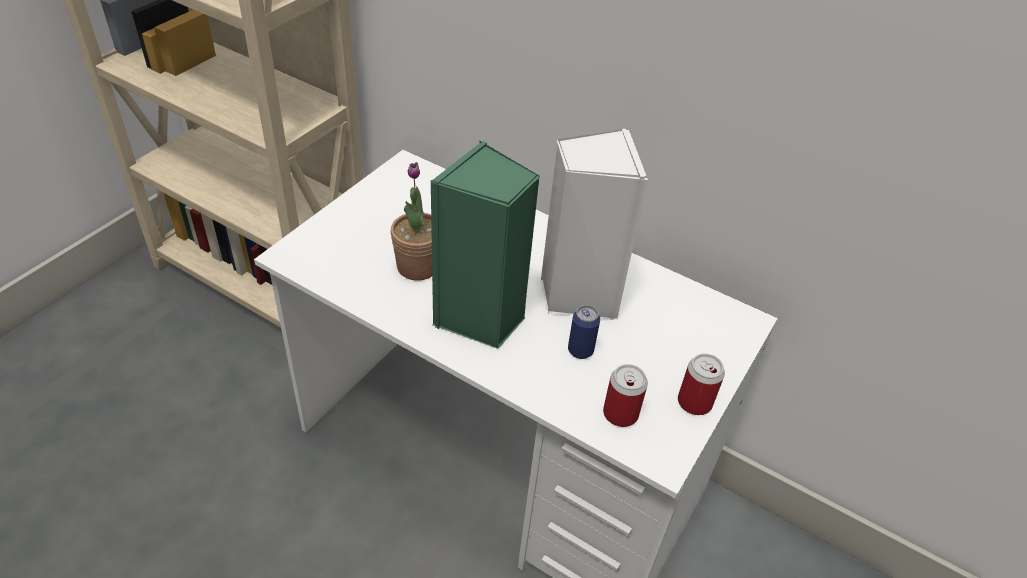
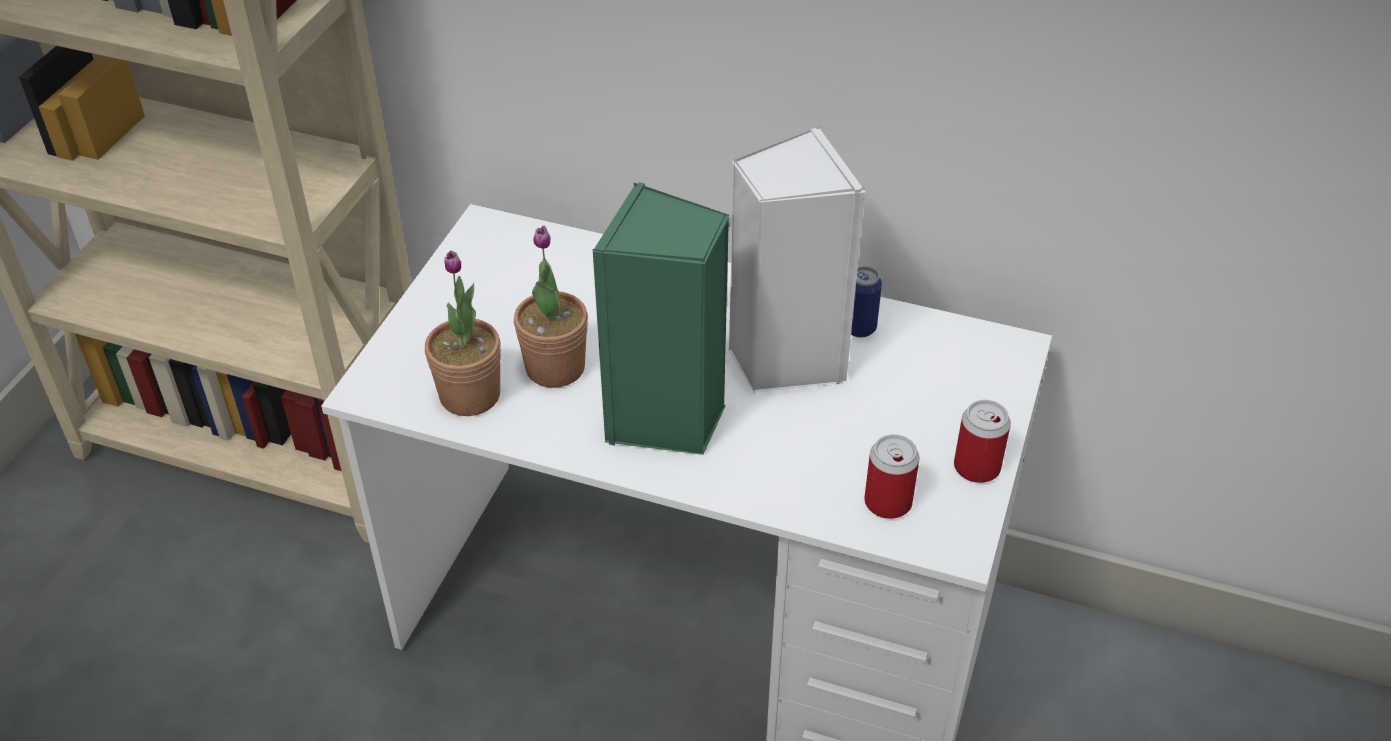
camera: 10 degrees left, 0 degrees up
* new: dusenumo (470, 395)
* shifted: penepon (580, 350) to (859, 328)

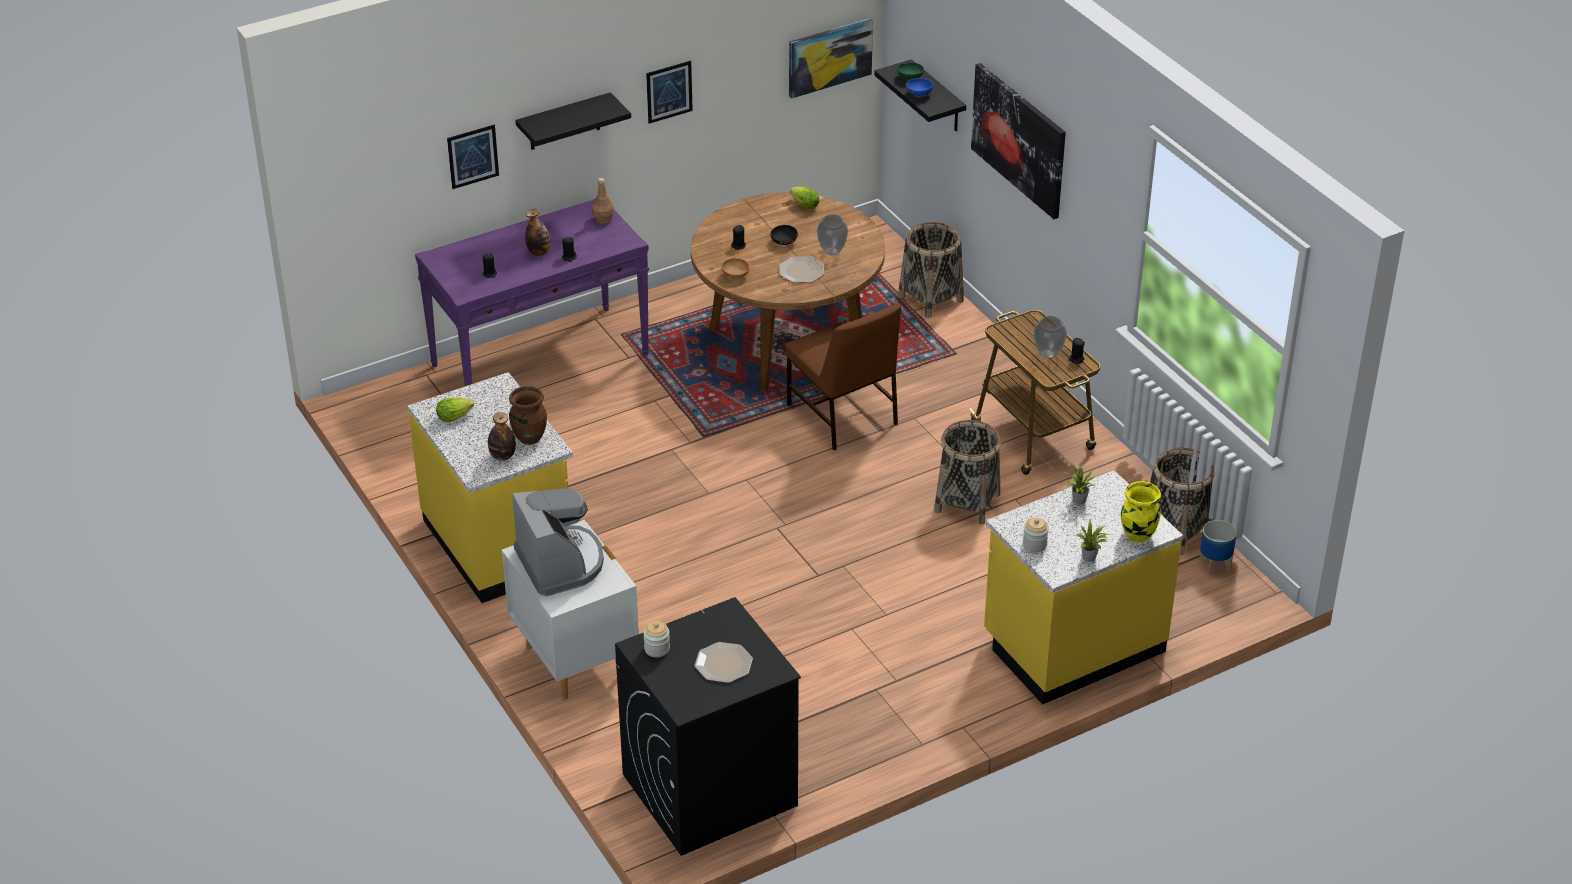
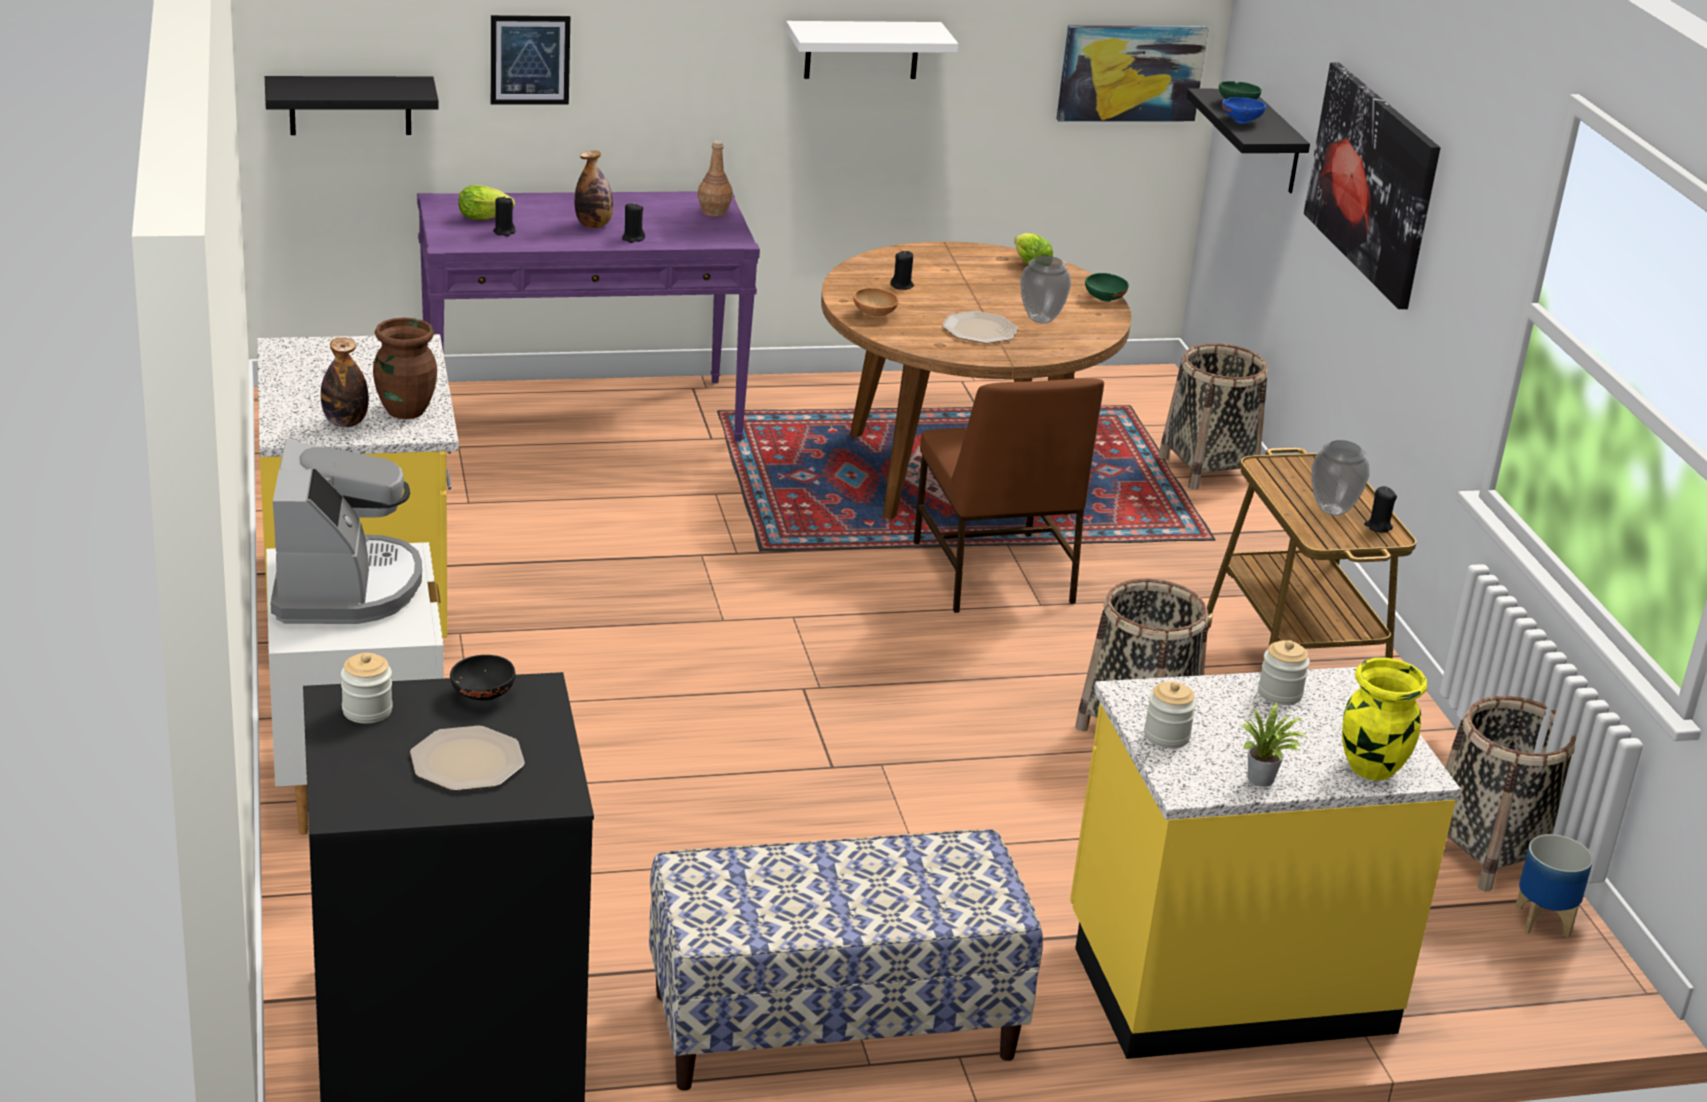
camera: 15 degrees right, 10 degrees down
* shifted: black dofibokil (564, 122) to (350, 105)
* shifted: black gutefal (783, 242) to (481, 695)
* shifted: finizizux (456, 416) to (487, 218)
* new: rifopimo (833, 1026)
* swapped: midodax (669, 91) to white dofibokil (862, 49)
* new: green gutefal (1104, 300)
* swapped: dusenumo (1078, 501) to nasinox (1280, 693)

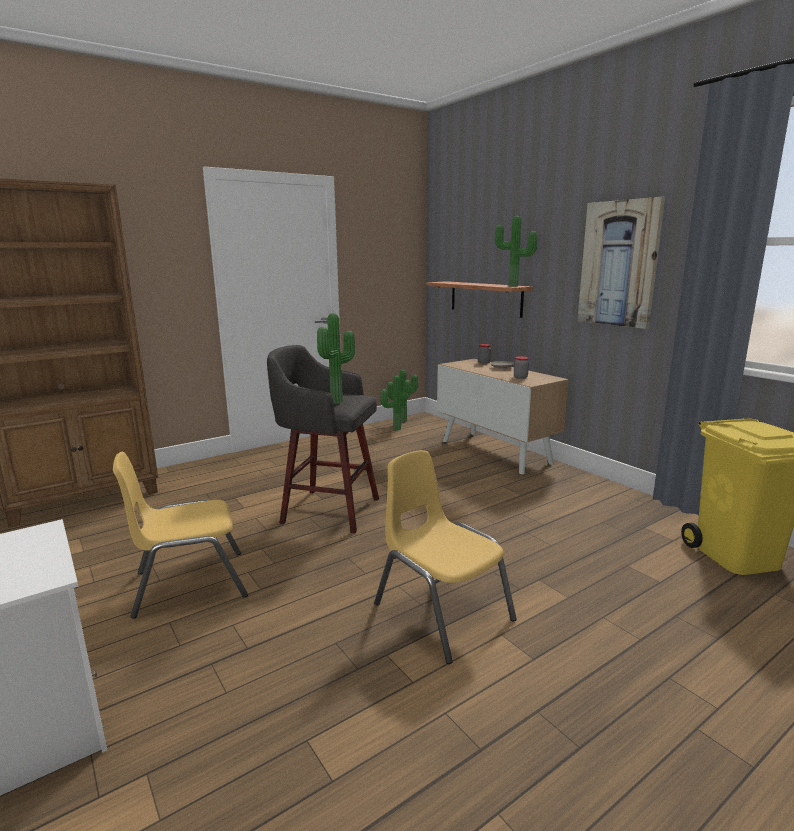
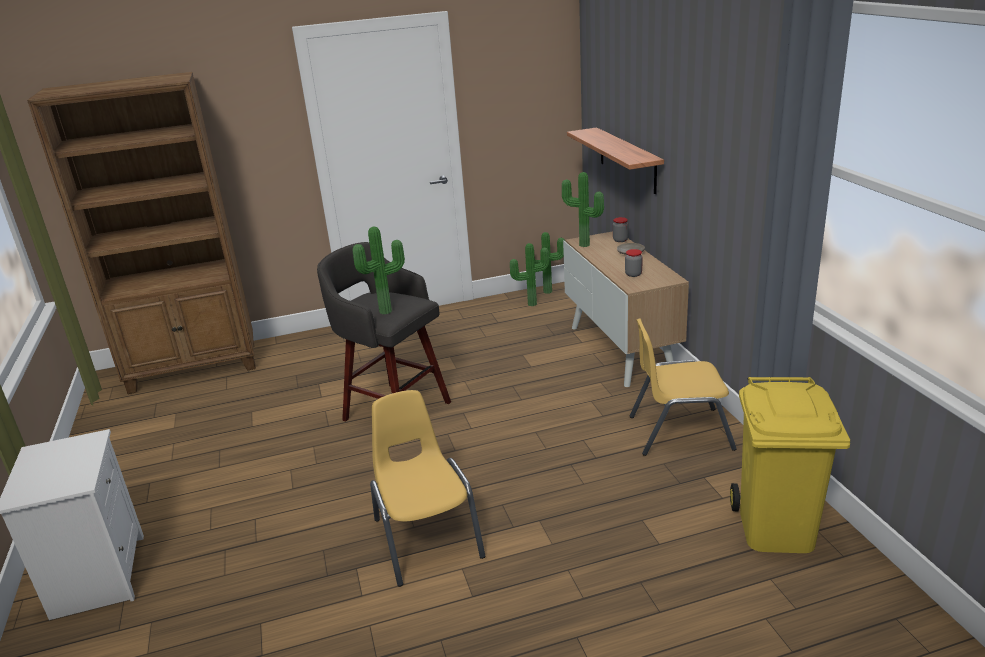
camera: 20 degrees right, 10 degrees up
* shifted: dusenumo (513, 286) to (583, 245)
* shifted: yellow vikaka (190, 584) to (679, 432)
* gone: midodax (619, 264)

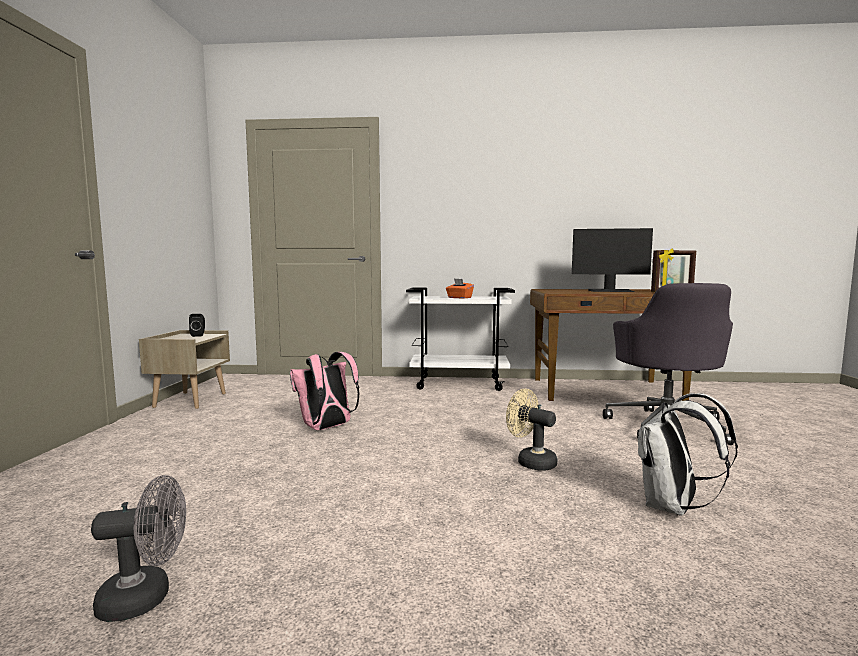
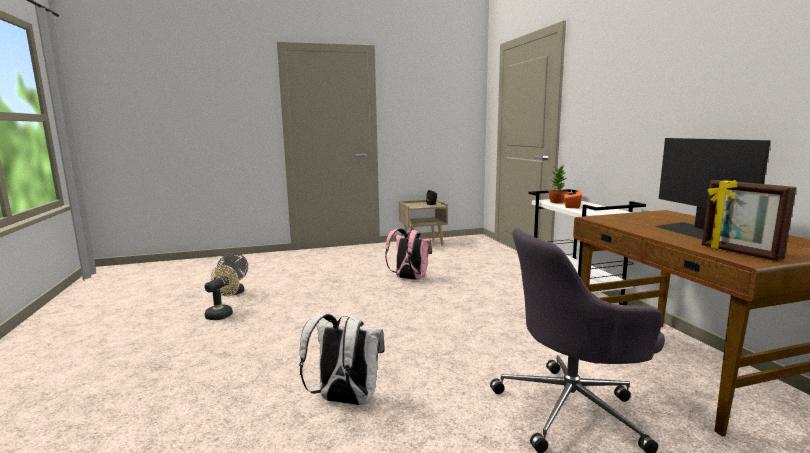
camera: 70 degrees right, 5 degrees up
* shifted: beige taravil (531, 461) to (222, 313)
* new: dusenumo (557, 202)

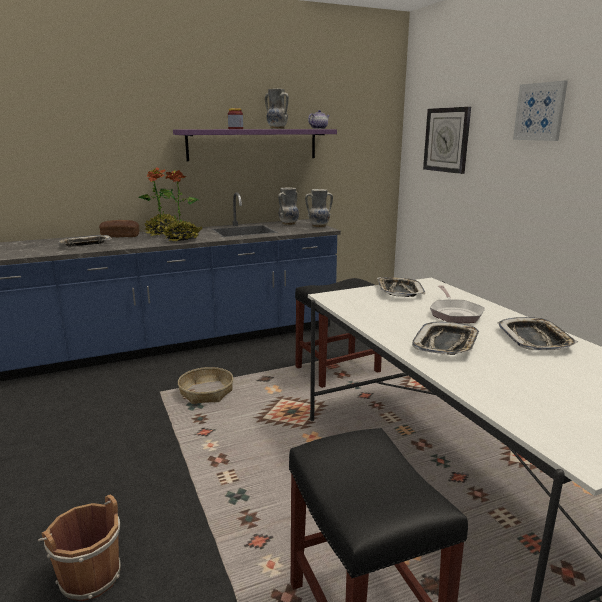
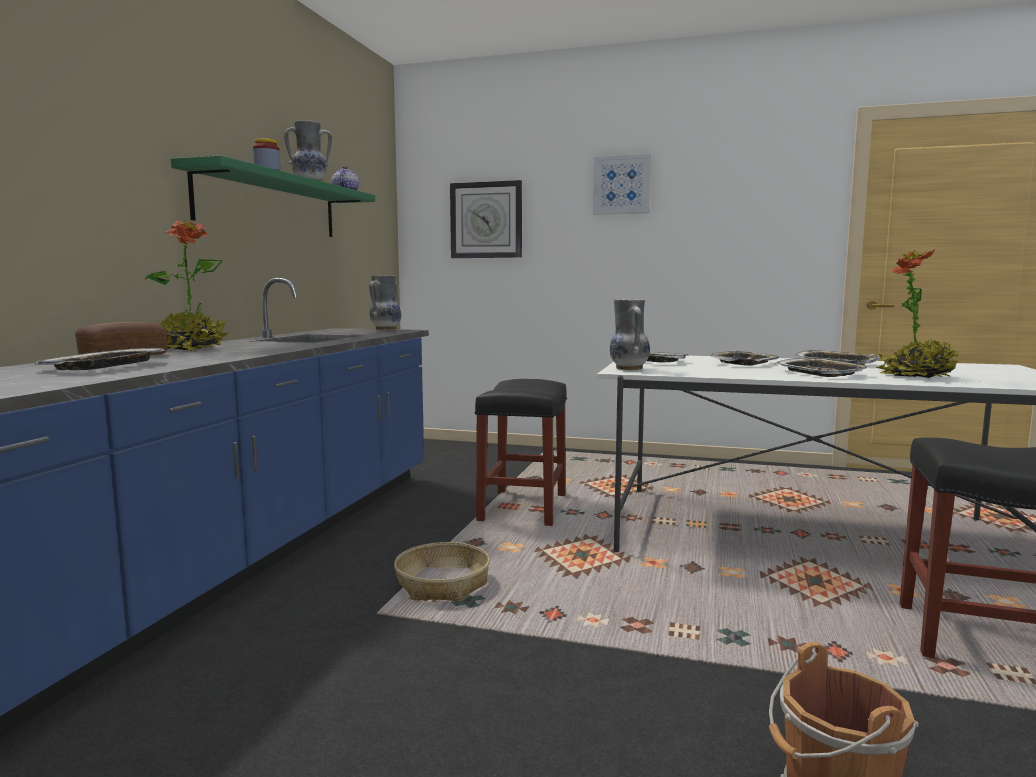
camera: 50 degrees left, 10 degrees down
* repainted: purple dofibokil (253, 144) to green dofibokil (270, 205)
* shifted: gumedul (288, 224) to (628, 369)
* swapped: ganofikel (454, 313) to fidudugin (743, 363)
* shifted: dusenumo (182, 240) to (916, 376)

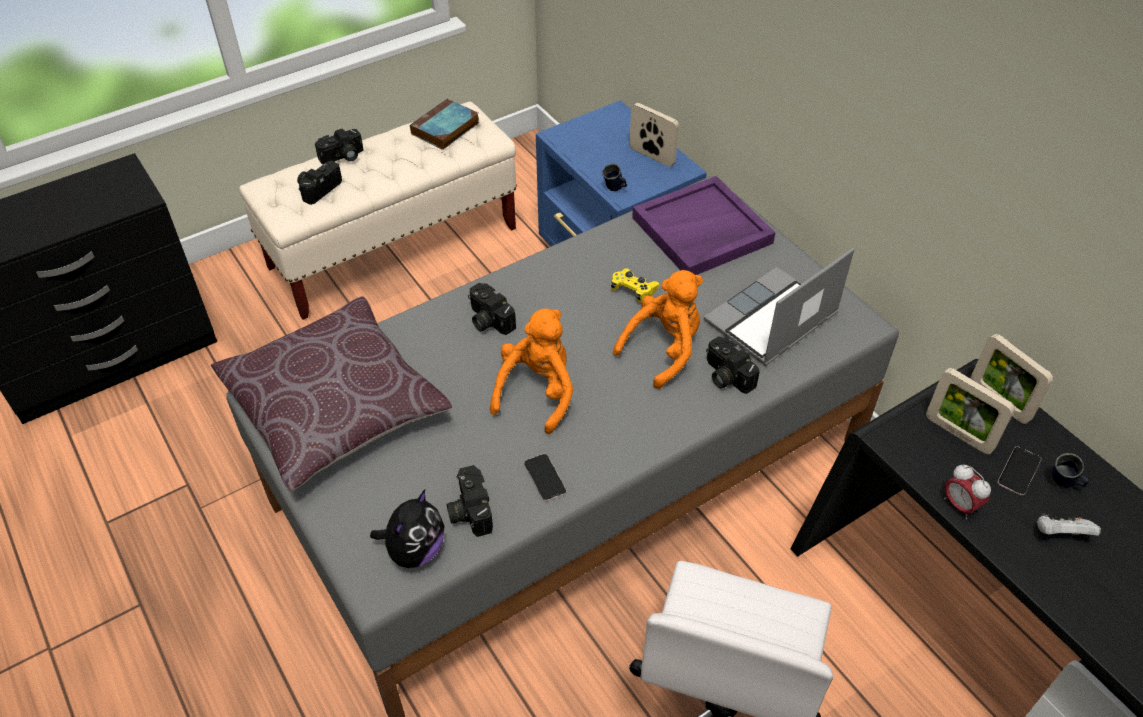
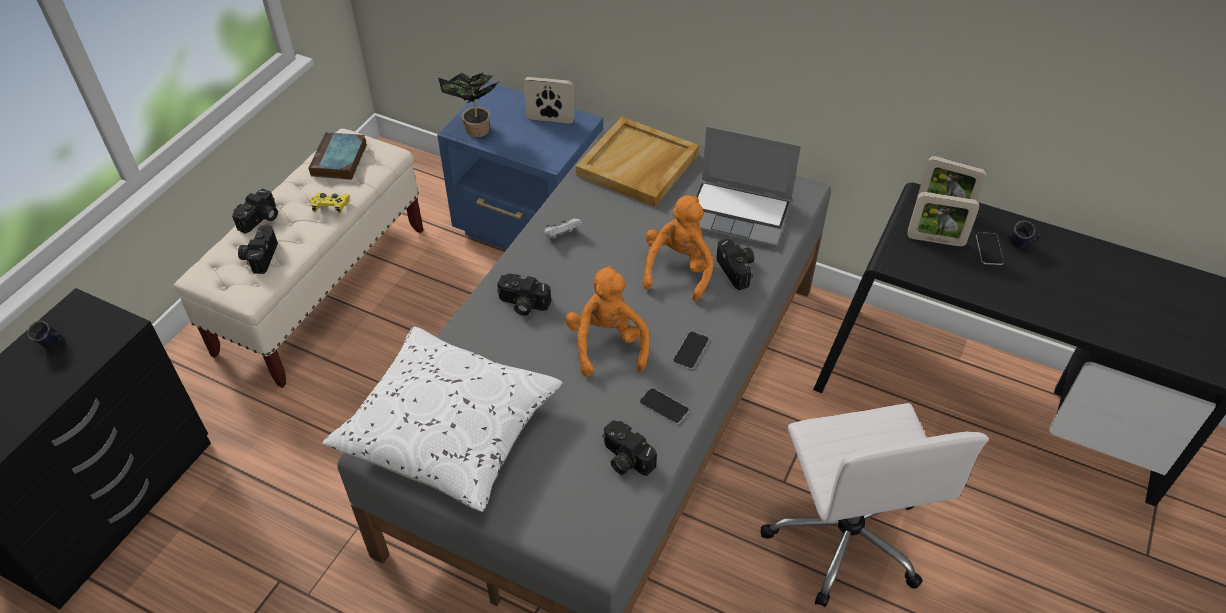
camera: 30 degrees left, 0 degrees up
* shifted: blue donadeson (615, 189) to (54, 345)
* shifted: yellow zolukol (633, 290) to (331, 207)
* repainted: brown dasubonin (334, 407) to white dasubonin (449, 431)
* new: dusenumo (474, 131)
* shifted: white zolukol (1059, 534) to (562, 235)
* repainted: purple fidudugin (701, 231) to beige fidudugin (638, 165)
* new: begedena (691, 350)
* rotated: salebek (771, 320) = (739, 214) 90 degrees counterclockwise
* rotated: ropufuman (725, 376) = (738, 270) 135 degrees counterclockwise
* gone: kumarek (415, 550)
* gone: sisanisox (959, 505)

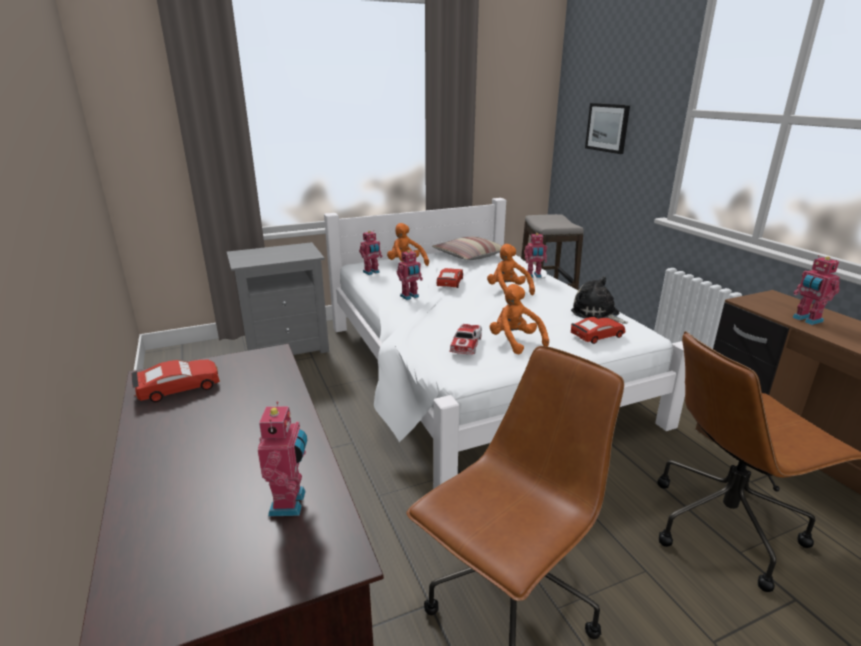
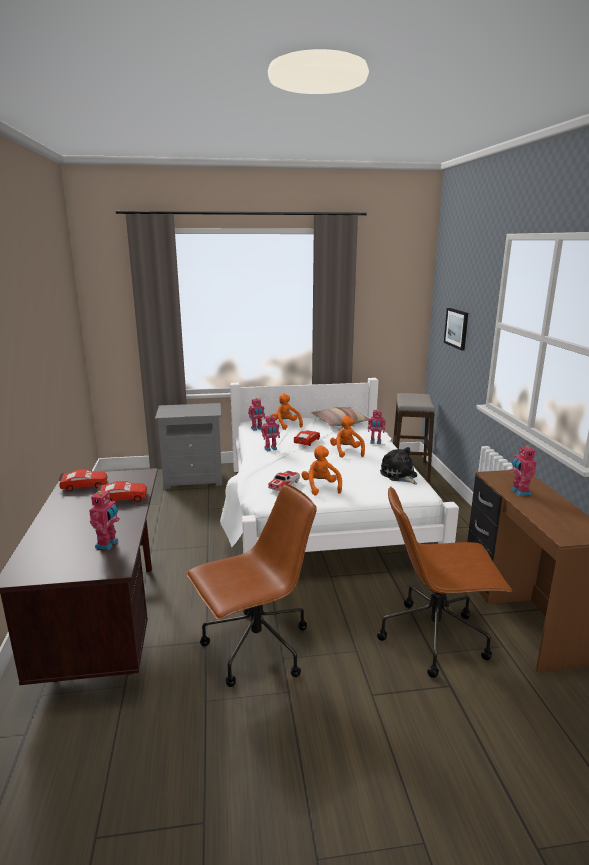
camera: 15 degrees right, 5 degrees down
* shifted: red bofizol (597, 335) to (123, 497)

